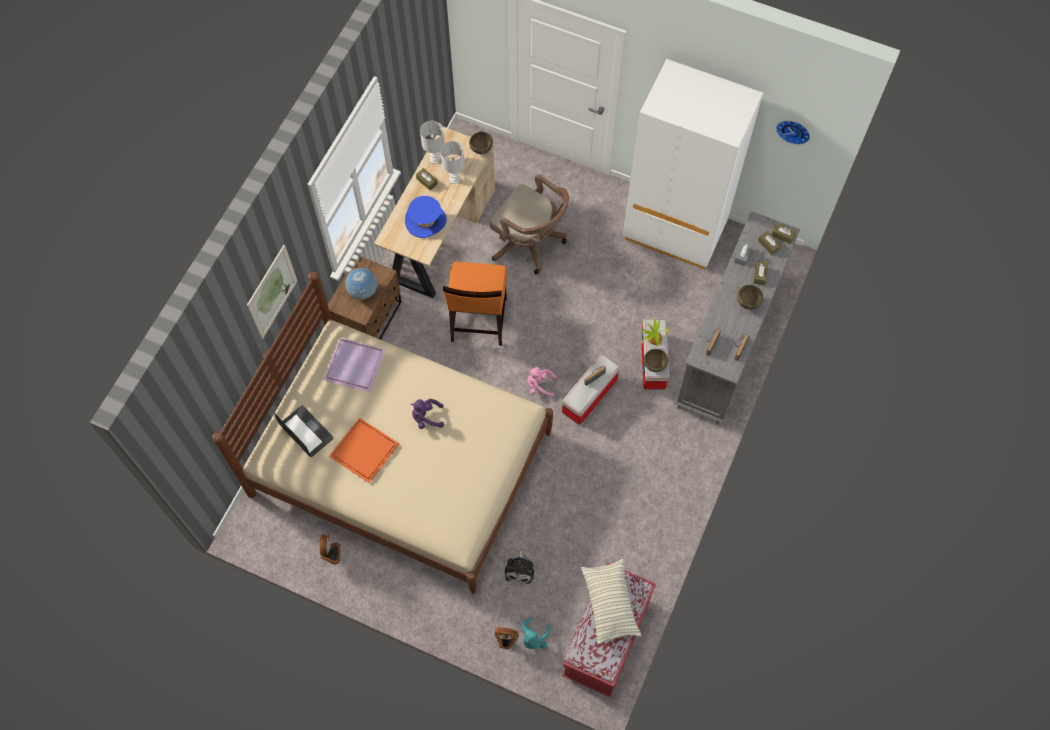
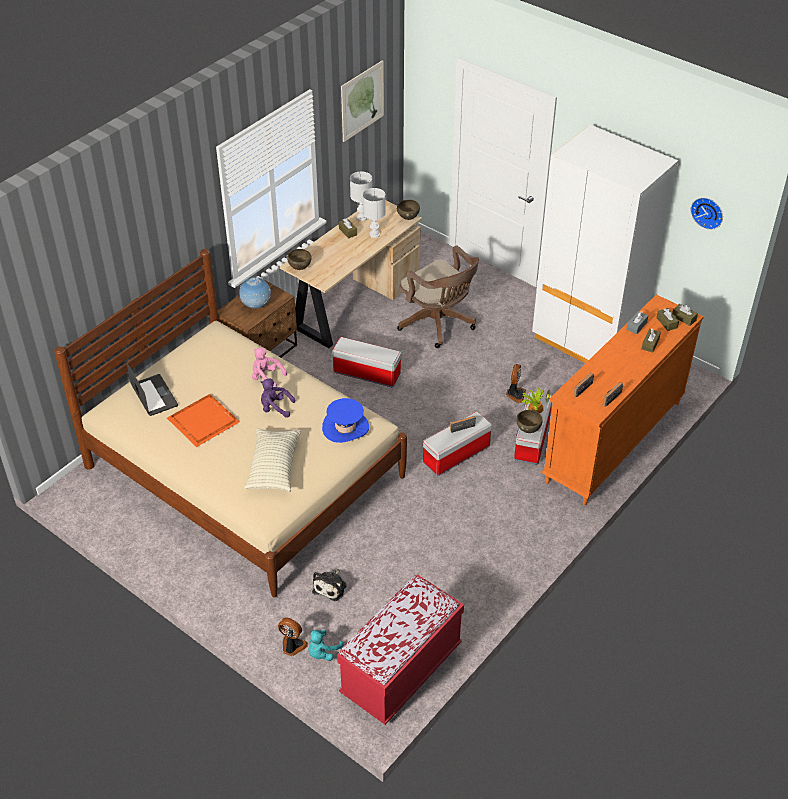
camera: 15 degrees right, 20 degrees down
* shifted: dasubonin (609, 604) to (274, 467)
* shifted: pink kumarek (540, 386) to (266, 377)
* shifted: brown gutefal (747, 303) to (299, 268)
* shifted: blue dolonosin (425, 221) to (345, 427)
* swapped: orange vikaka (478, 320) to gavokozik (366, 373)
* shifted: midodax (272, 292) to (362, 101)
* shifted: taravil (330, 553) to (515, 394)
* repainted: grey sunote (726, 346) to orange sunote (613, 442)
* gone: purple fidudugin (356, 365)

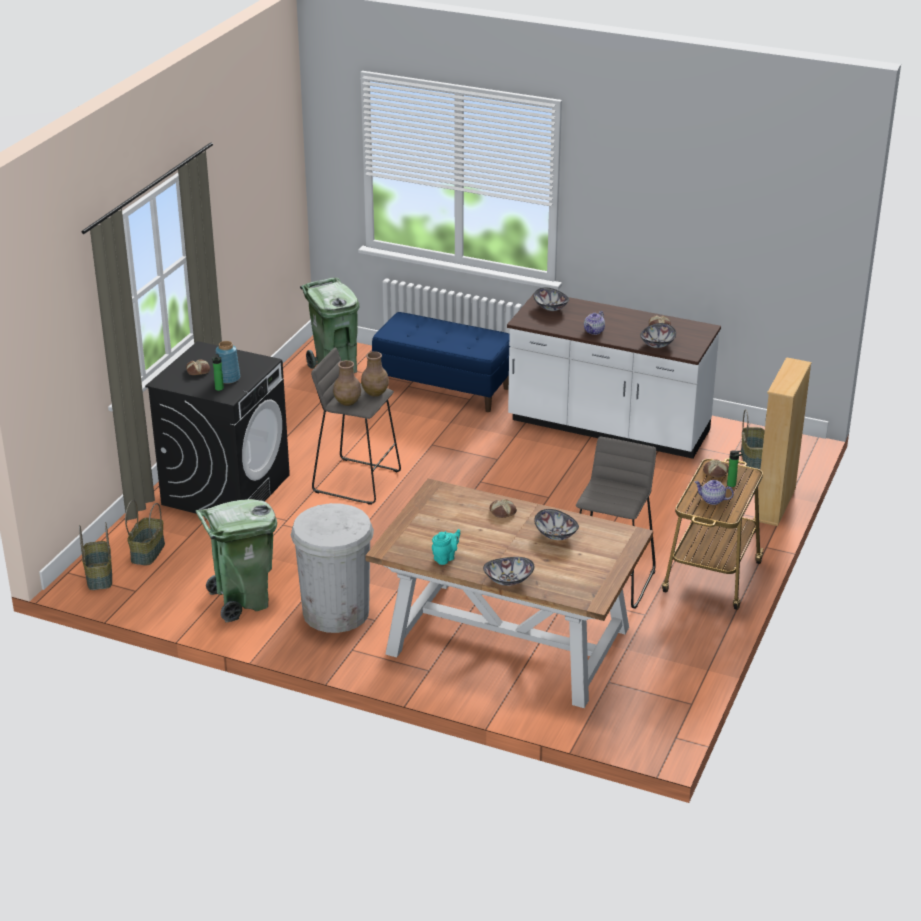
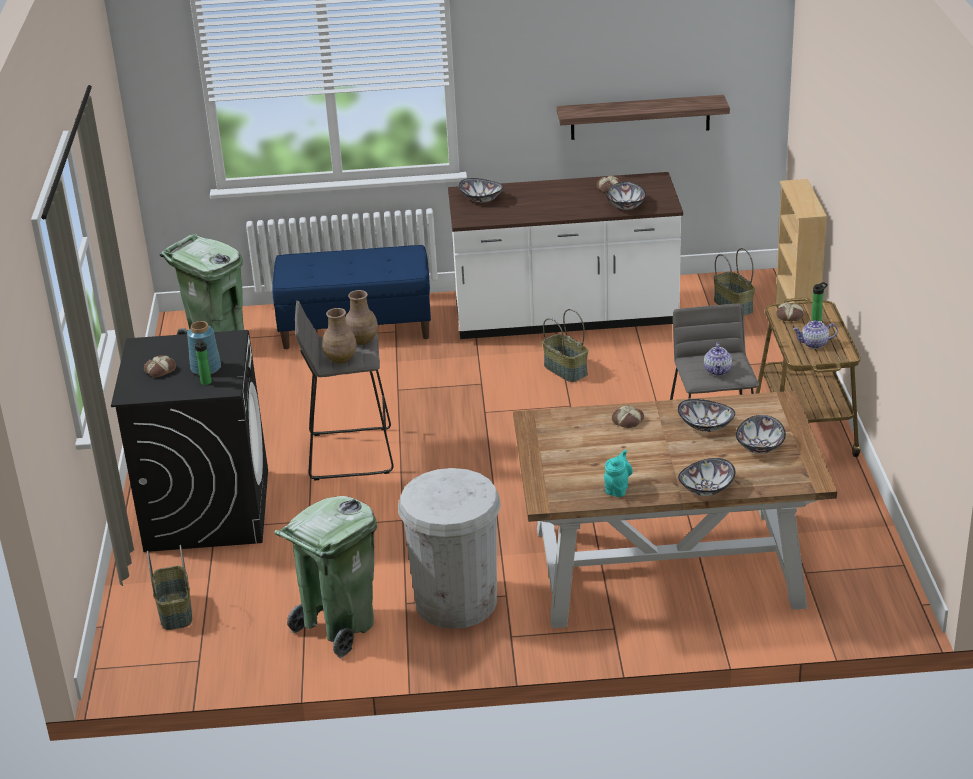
camera: 25 degrees left, 0 degrees up
* shifted: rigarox (100, 577) to (566, 370)
* new: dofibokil (640, 117)
* shifted: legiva (594, 331) to (718, 371)
* new: gutefal (760, 447)

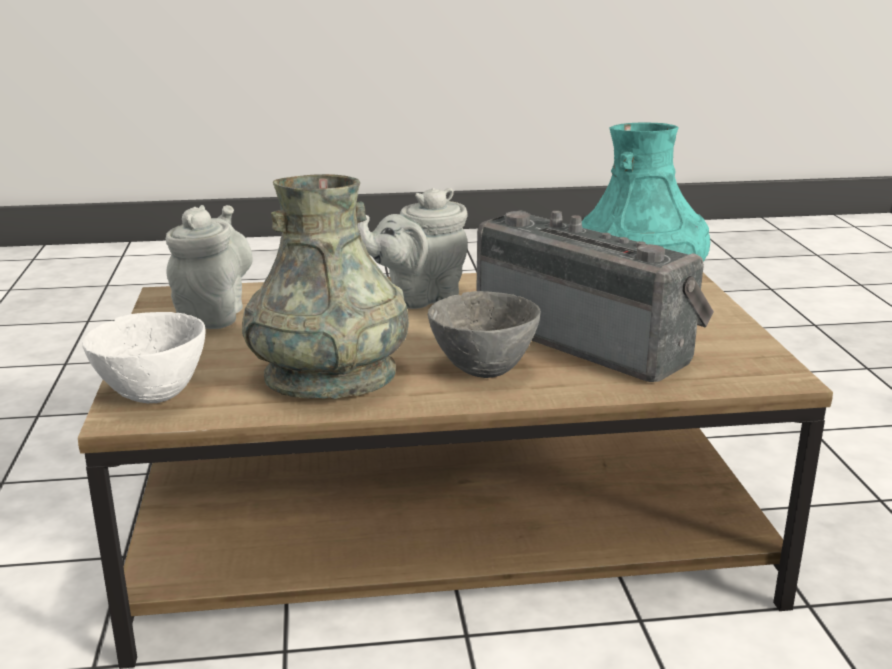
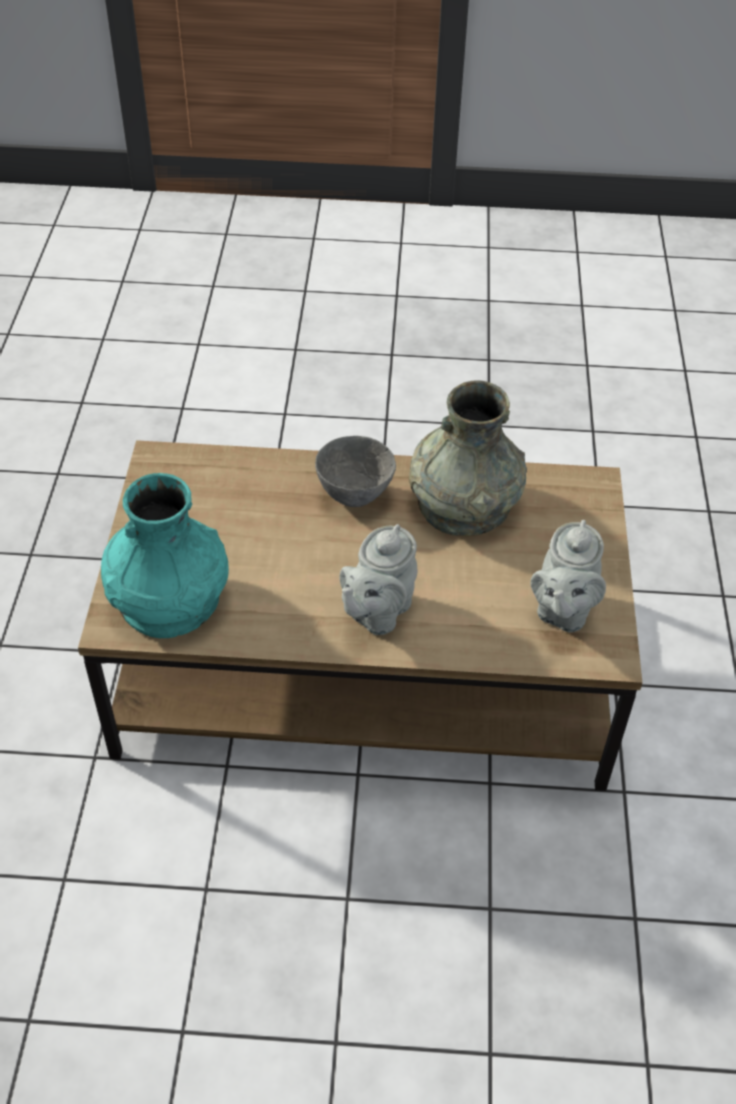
camera: 170 degrees left, 25 degrees up
* rotated: grey legiva (418, 298) = (377, 613) 135 degrees clockwise
* gone: white gutefal (154, 396)
* gone: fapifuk (587, 339)

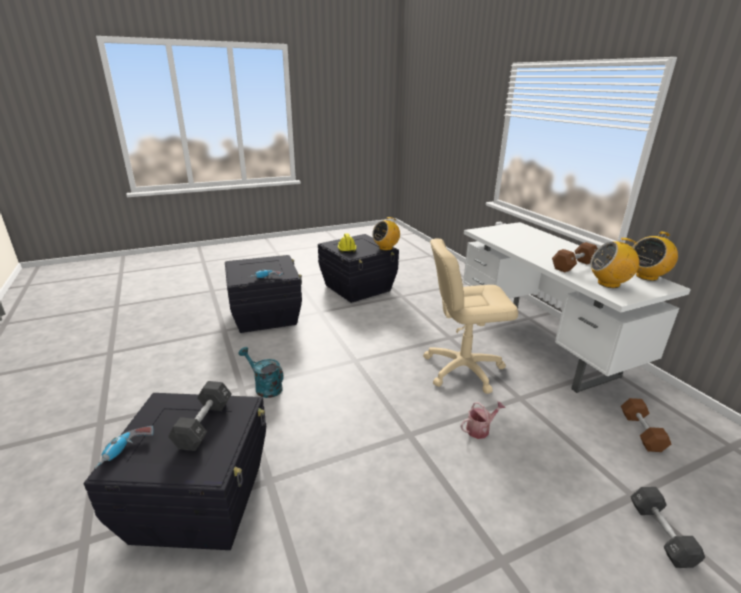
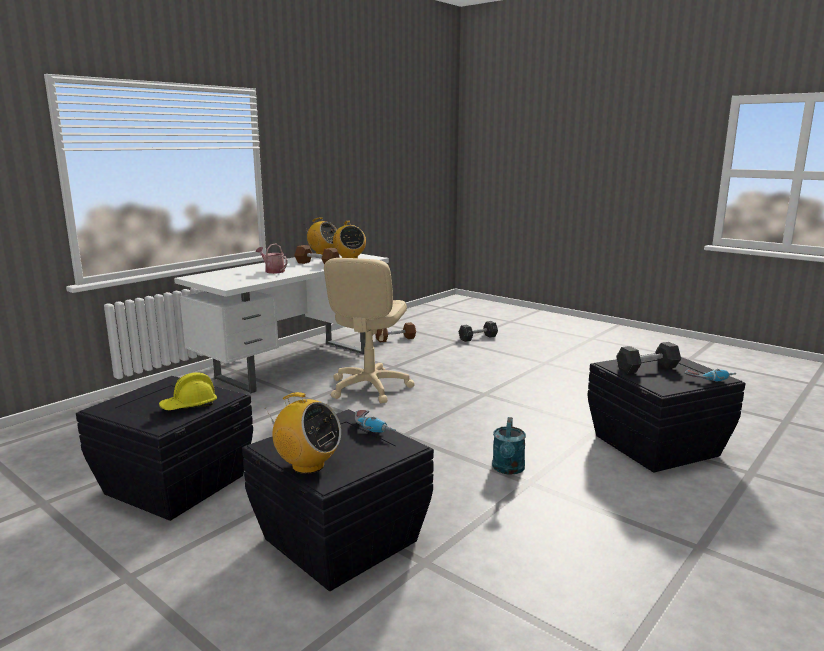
camera: 115 degrees left, 10 degrees down
* shifted: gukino (480, 429) to (273, 271)
* shifted: fapifuk (386, 248) to (307, 465)
* rotated: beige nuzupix (462, 369) = (369, 387) 45 degrees clockwise

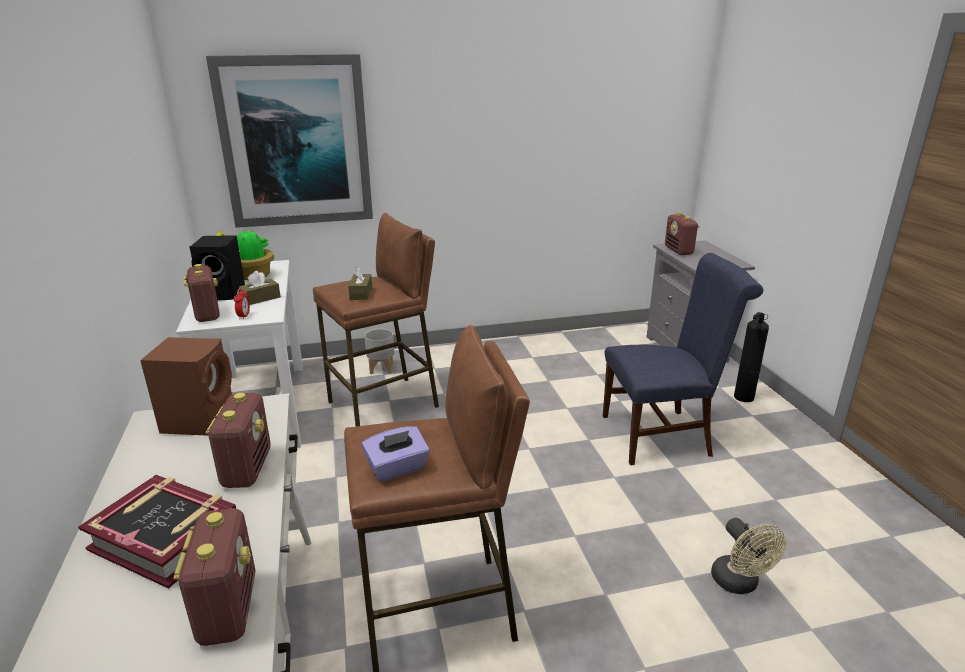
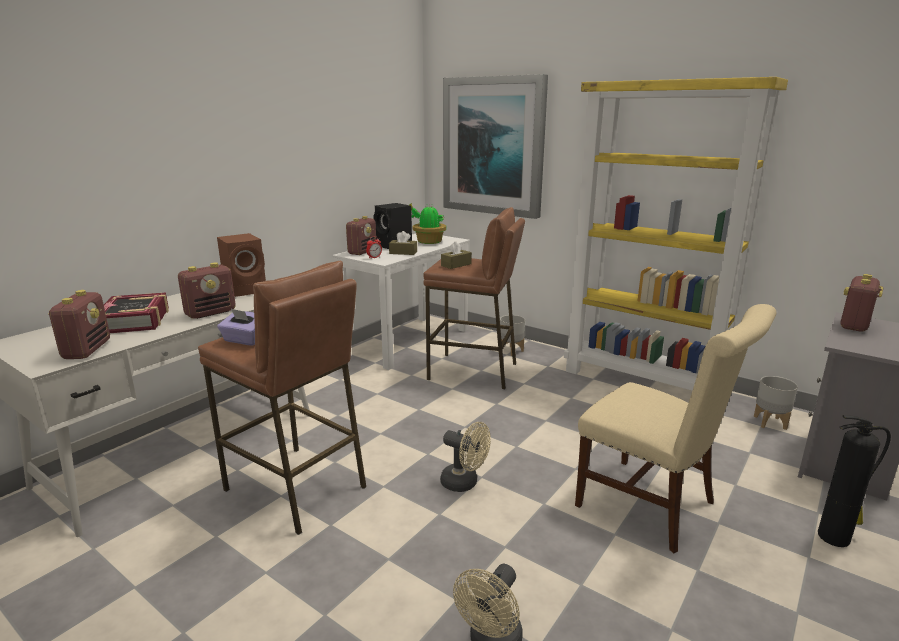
camera: 50 degrees right, 5 degrees down
* rotated: fapifuk (228, 608) = (87, 350) 45 degrees counterclockwise
* new: beige taravil (464, 483)
* new: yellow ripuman (643, 381)
* repainted: blue vikaka (662, 435) to beige vikaka (654, 506)
* new: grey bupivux (770, 422)

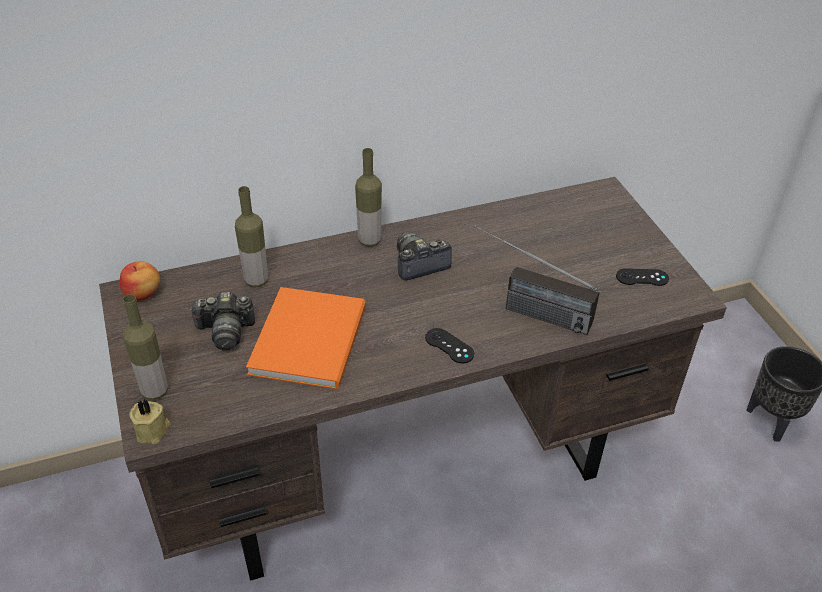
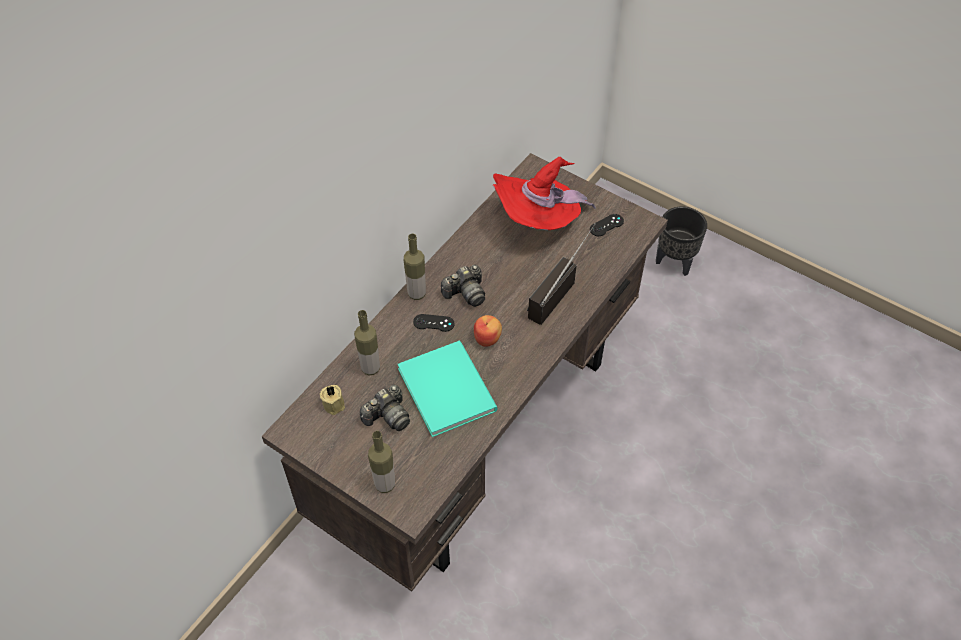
camera: 35 degrees left, 10 degrees up
* shifted: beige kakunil (153, 430) to (334, 403)
* repainted: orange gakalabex (312, 337) to turquoise gakalabex (448, 386)
* shifted: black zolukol (449, 346) to (433, 323)
* rotated: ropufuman (419, 264) = (465, 293) 150 degrees counterclockwise
* shifted: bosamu (143, 294) to (487, 338)
* new: red dolonosin (538, 222)
* rotated: fapifuk (526, 309) = (558, 288) 135 degrees clockwise

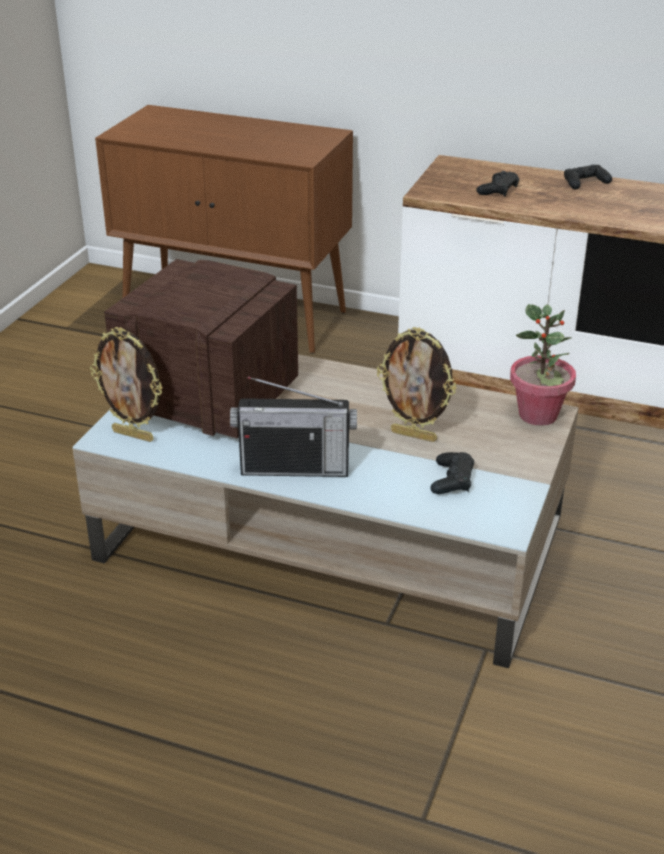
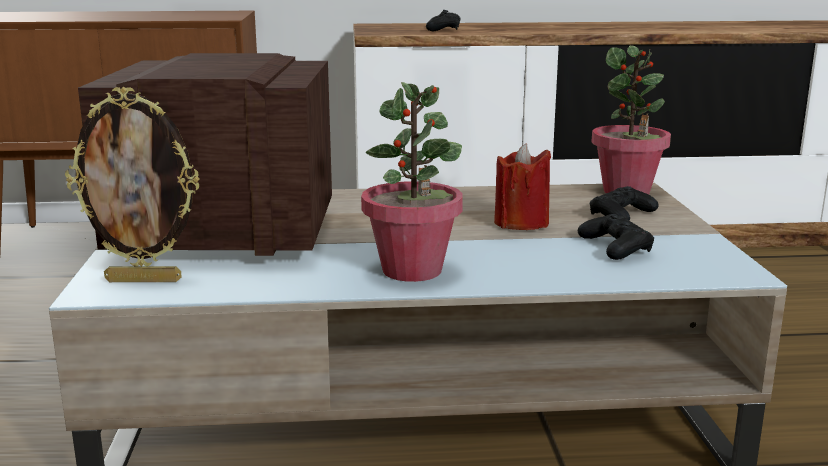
camera: 25 degrees left, 15 degrees down
* swapped: fapifuk (295, 468) to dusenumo (412, 270)
* swapped: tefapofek (414, 435) to red kakunil (521, 223)
* shifted: black zolukol (585, 183) to (621, 215)

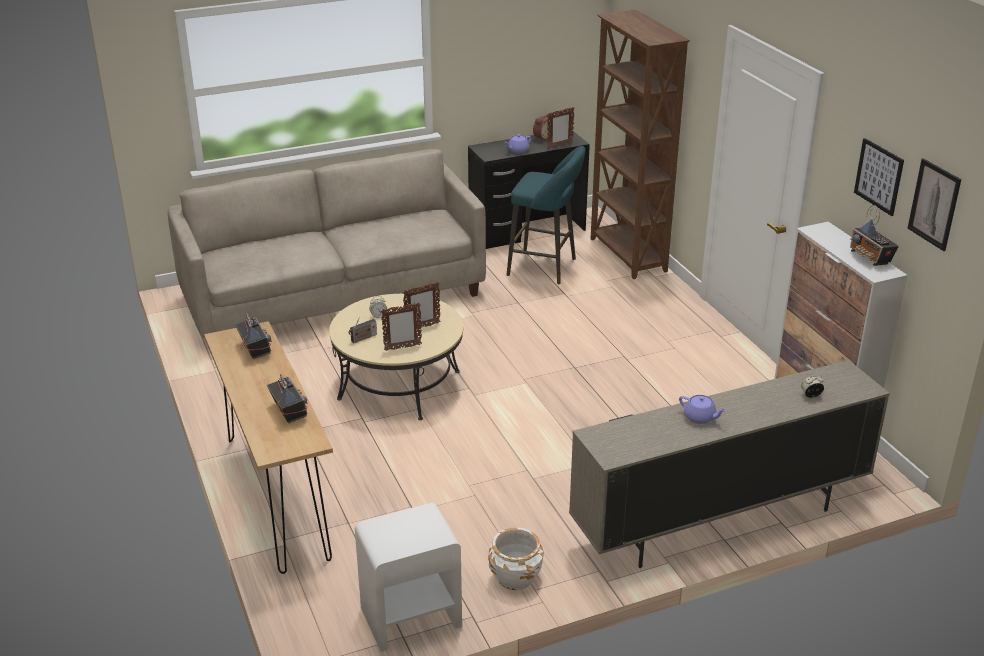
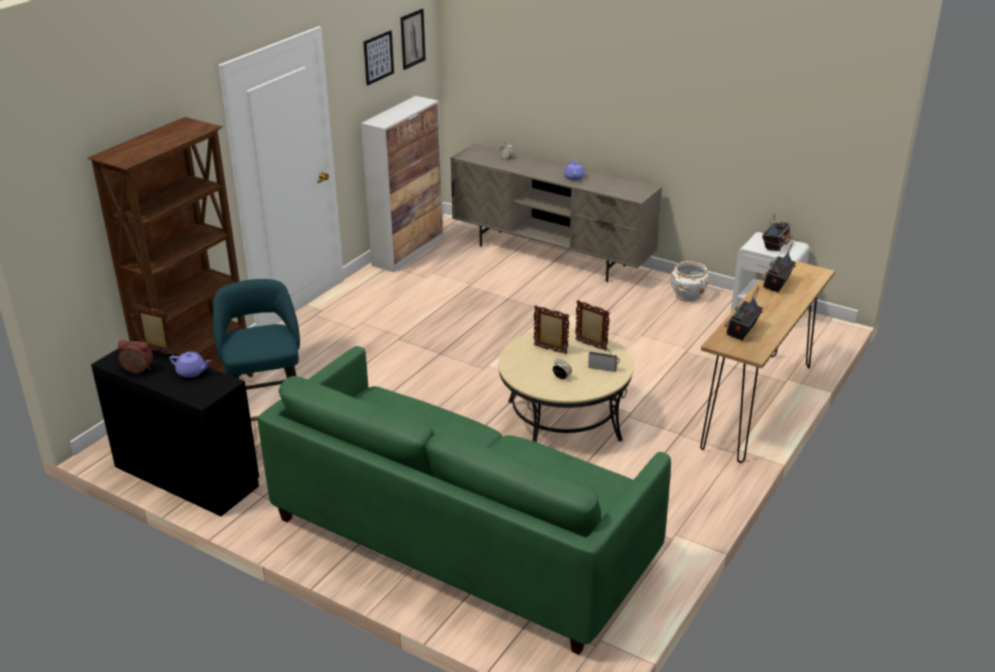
camera: 125 degrees left, 0 degrees up
* repainted: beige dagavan (334, 295) to green dagavan (461, 538)
* shifted: fapifuk (870, 258) to (776, 245)

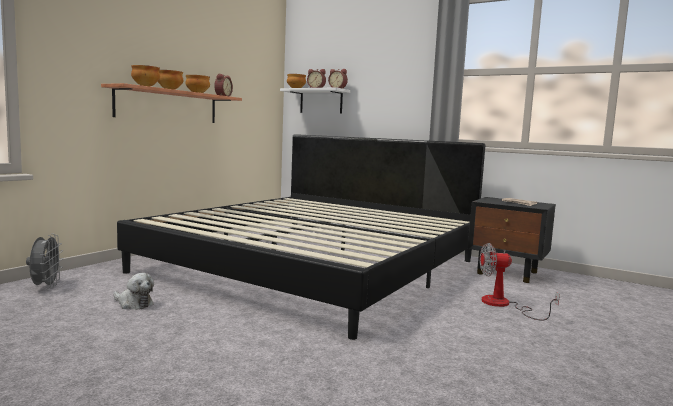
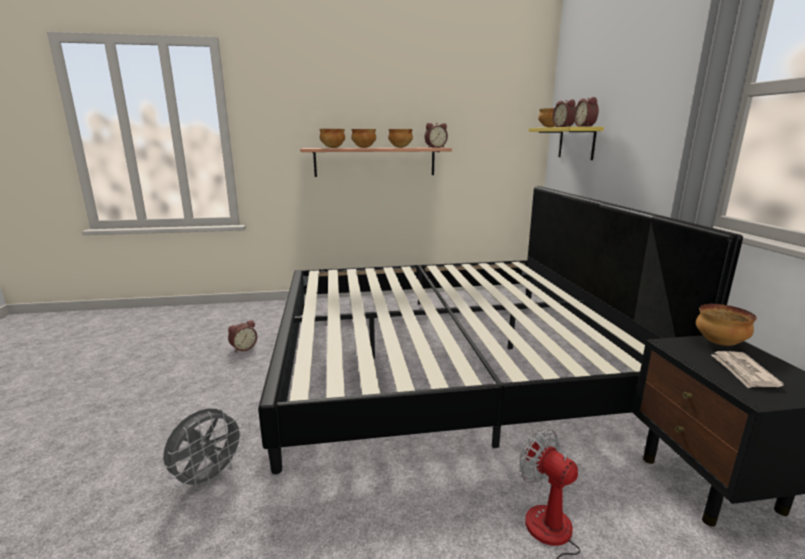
camera: 50 degrees right, 10 degrees up
* shifted: grey taravil (45, 287) to (209, 477)
* swapped: kumarek (133, 304) to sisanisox (243, 348)
* repainted: white dofibokil (321, 101) to yellow dofibokil (576, 143)
* new: gutefal (718, 343)

